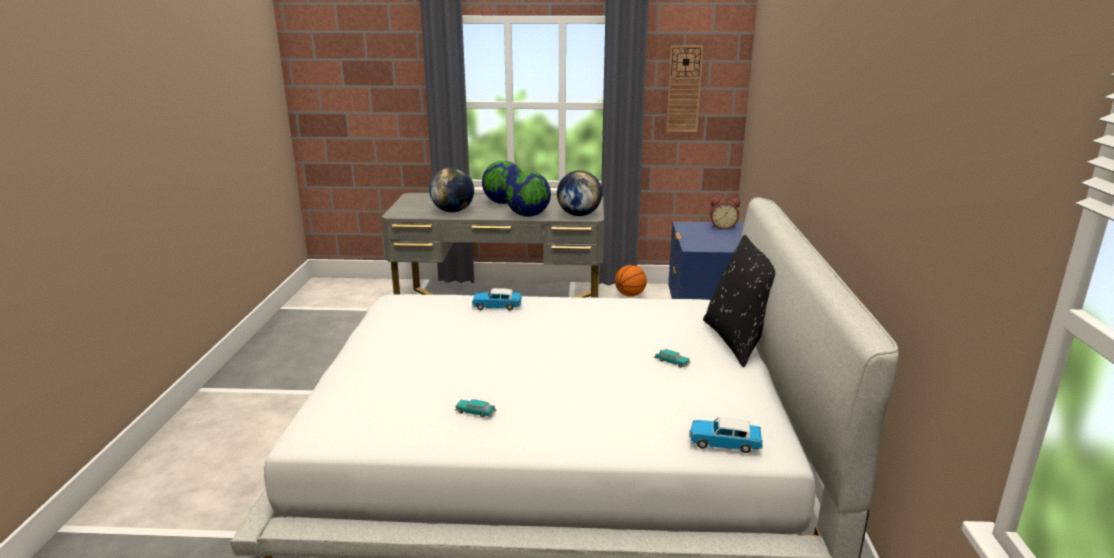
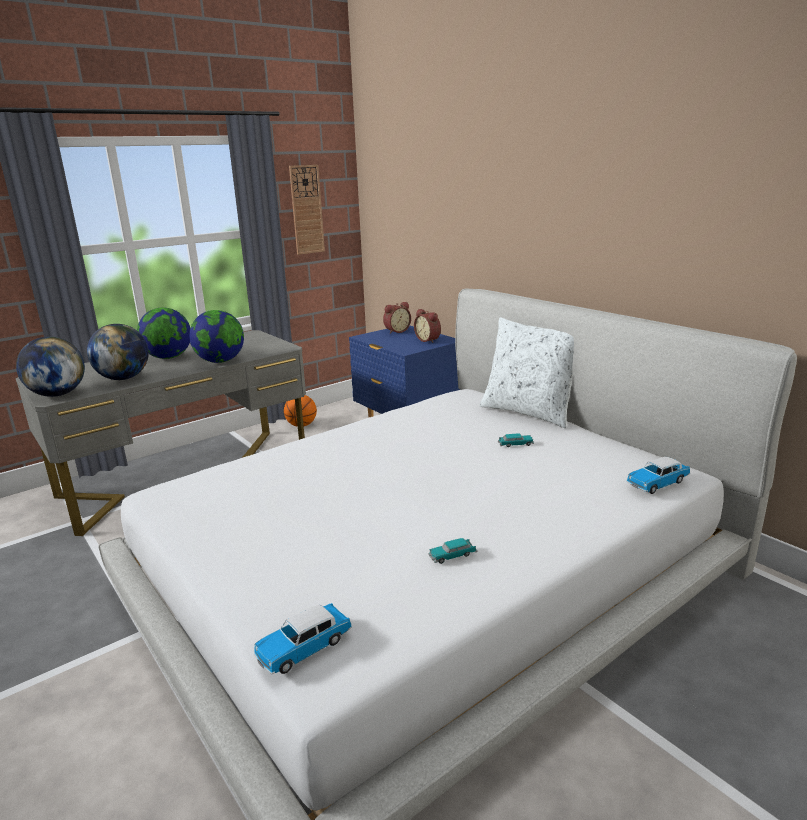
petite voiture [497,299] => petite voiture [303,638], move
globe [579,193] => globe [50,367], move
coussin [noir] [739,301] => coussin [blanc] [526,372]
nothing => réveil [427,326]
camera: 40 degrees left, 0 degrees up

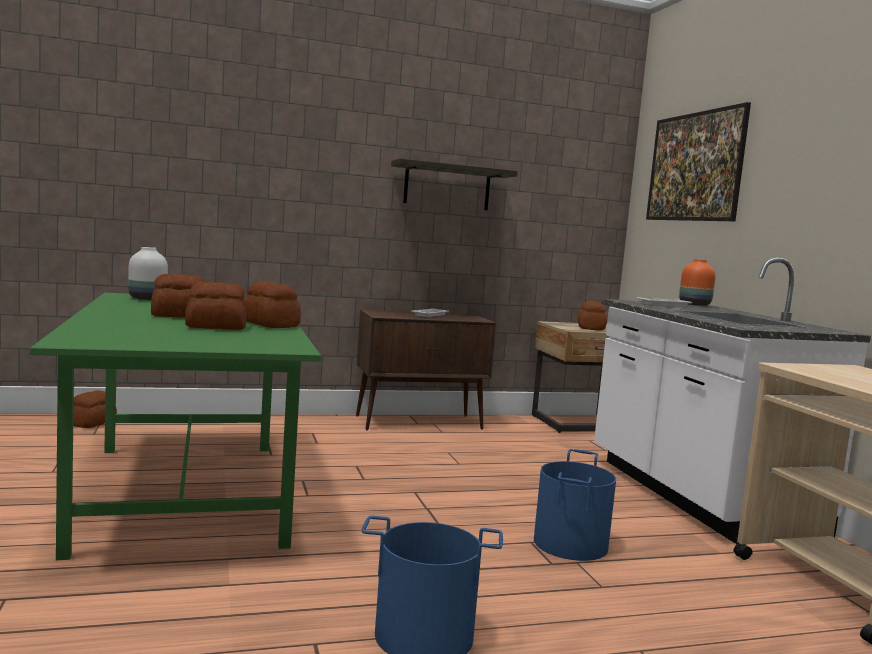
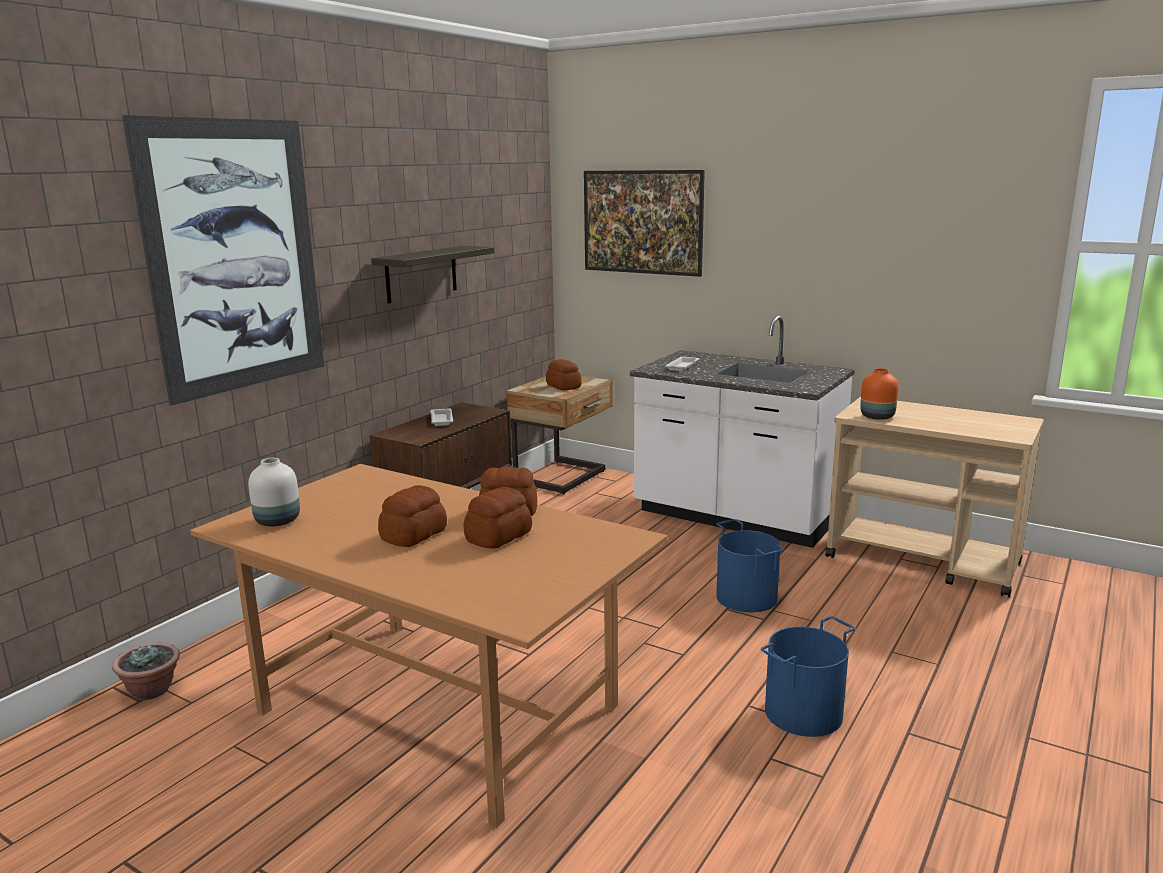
table à manger [vert] [175,426] => table à manger [marron] [428,646]
pain [95,409] => plante en pot [146,671]
vase [orange] [697,282] => vase [orange] [879,394], move
nothing => tableau [223,260]
camera: 40 degrees left, 10 degrees up

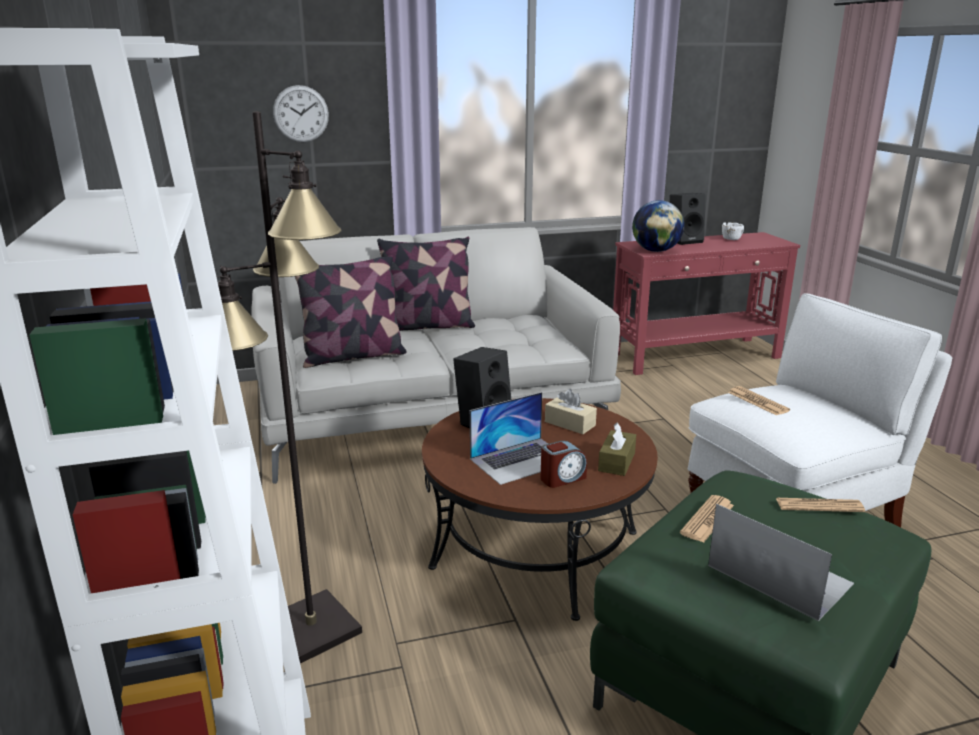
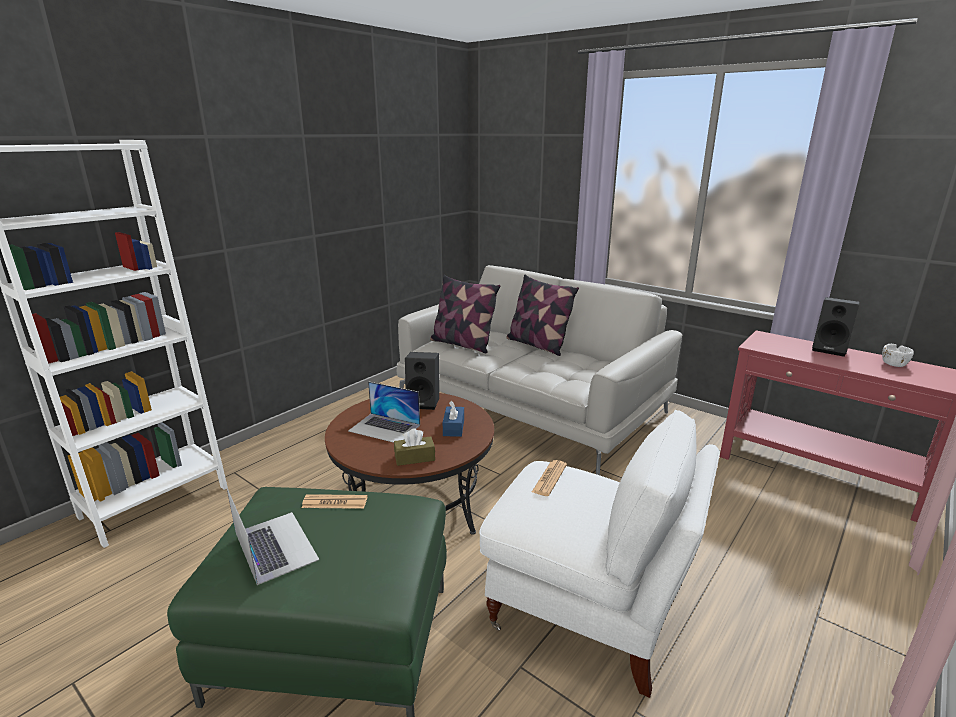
lampadaire [noir] [289,387] => nothing
horloge murale [301,113] => nothing
réveil [563,464] => nothing
boîte à mouchoirs [beige] [571,411] => boîte à mouchoirs [bleu] [453,419]
globe [658,226] => nothing
ordinateur portable [781,562] => ordinateur portable [273,536], 45 degrees counterclockwise
journal [820,505] => nothing
camera: 55 degrees right, 0 degrees up

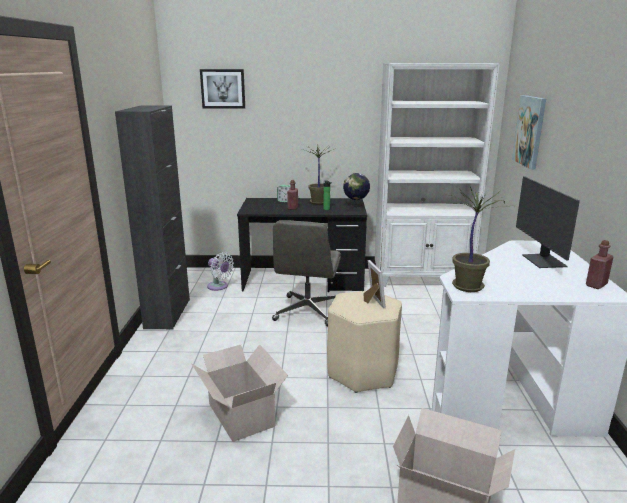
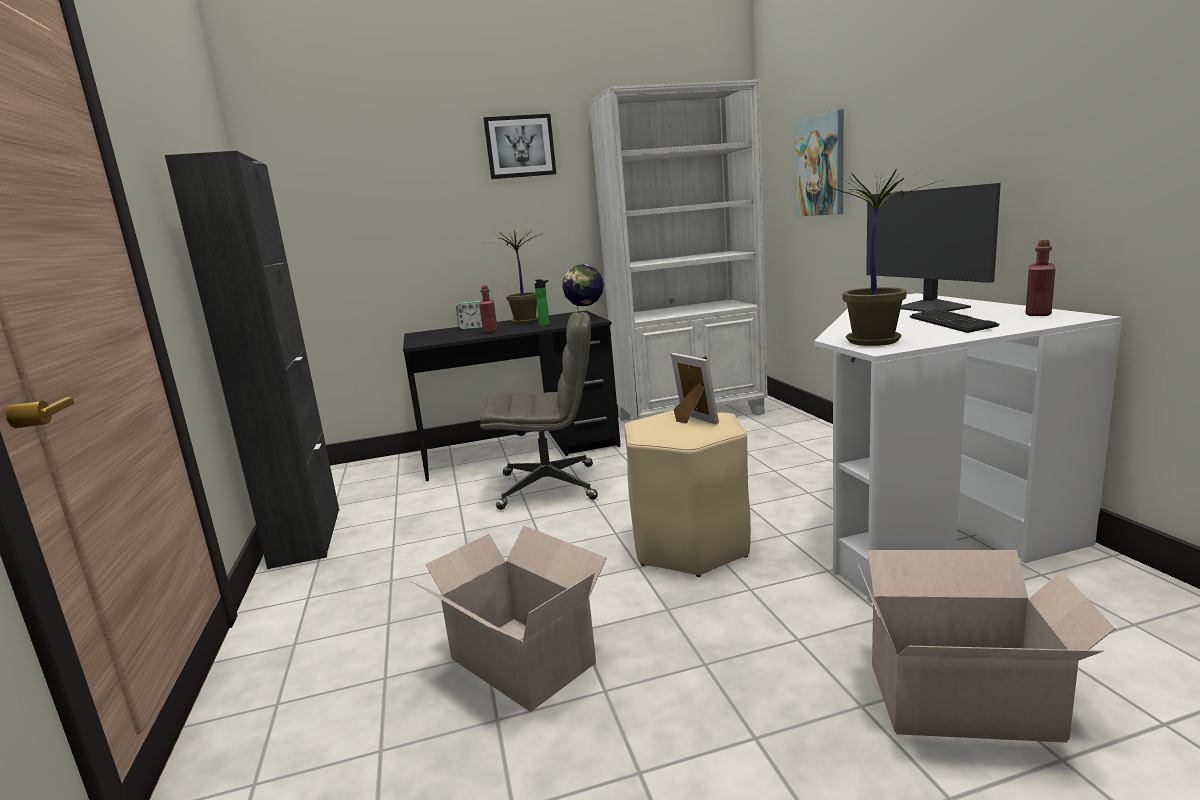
tableau [222,89] => tableau [519,146], move
ventilateur [blanc] [220,271] => nothing
chaise de bureau [gris] [306,273] => chaise de bureau [gris] [539,411], 90 degrees counterclockwise
nothing => clavier [954,321]
camera: 15 degrees left, 5 degrees down

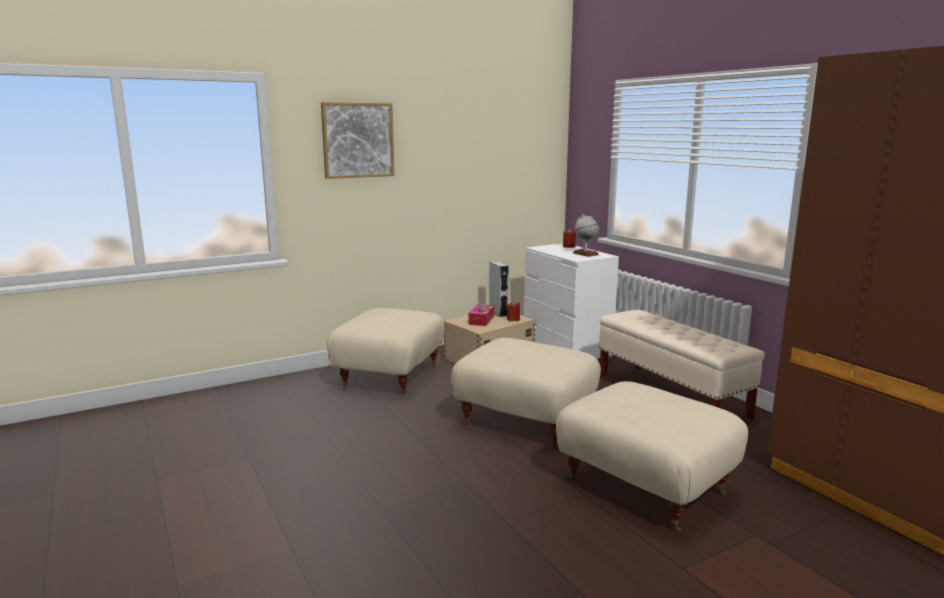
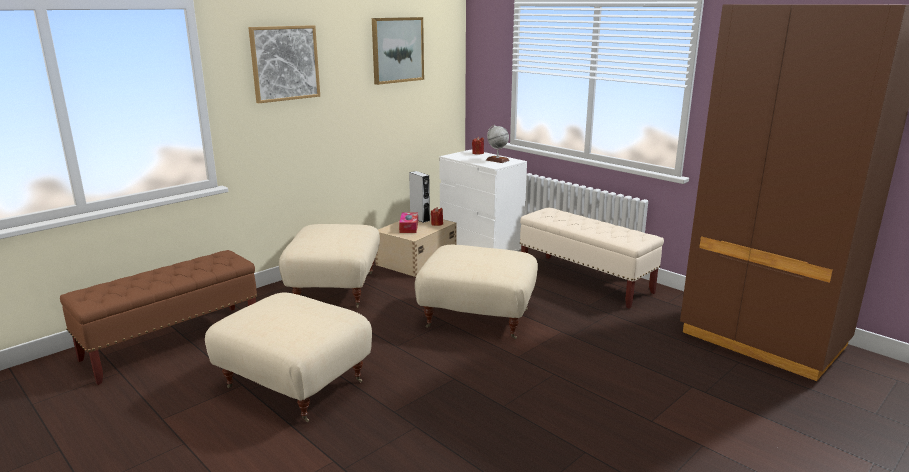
pouf [beige] [652,457] => pouf [beige] [288,357], move
nothing => banc [marron] [158,317]
nothing => tableau [398,51]
camera: 15 degrees left, 5 degrees up

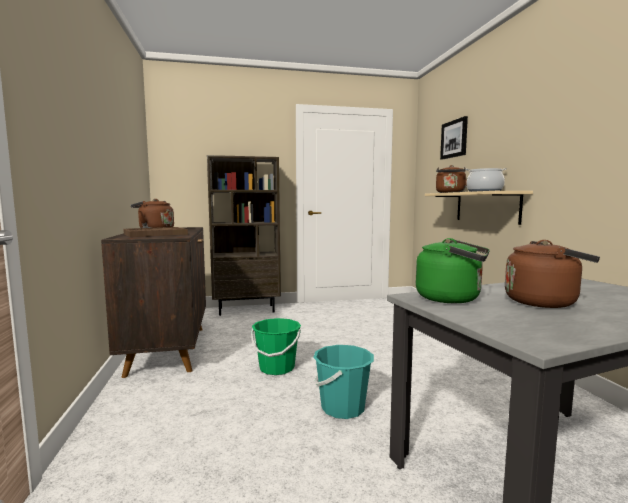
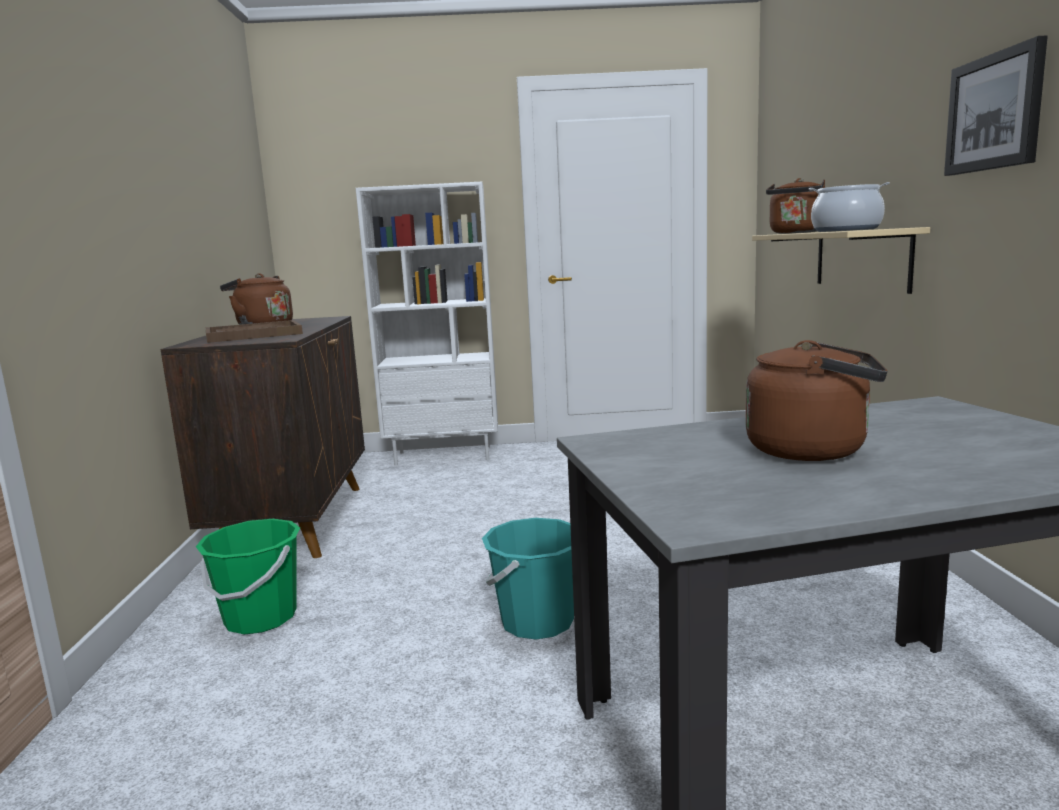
bibliothèque [marron] [244,235] => bibliothèque [blanc] [427,324]
seau [vert] [276,346] => seau [vert] [248,576], move
bouilloire [vert] [453,270] => nothing
tableau [454,138] => tableau [996,105], move
camera: 10 degrees right, 5 degrees up

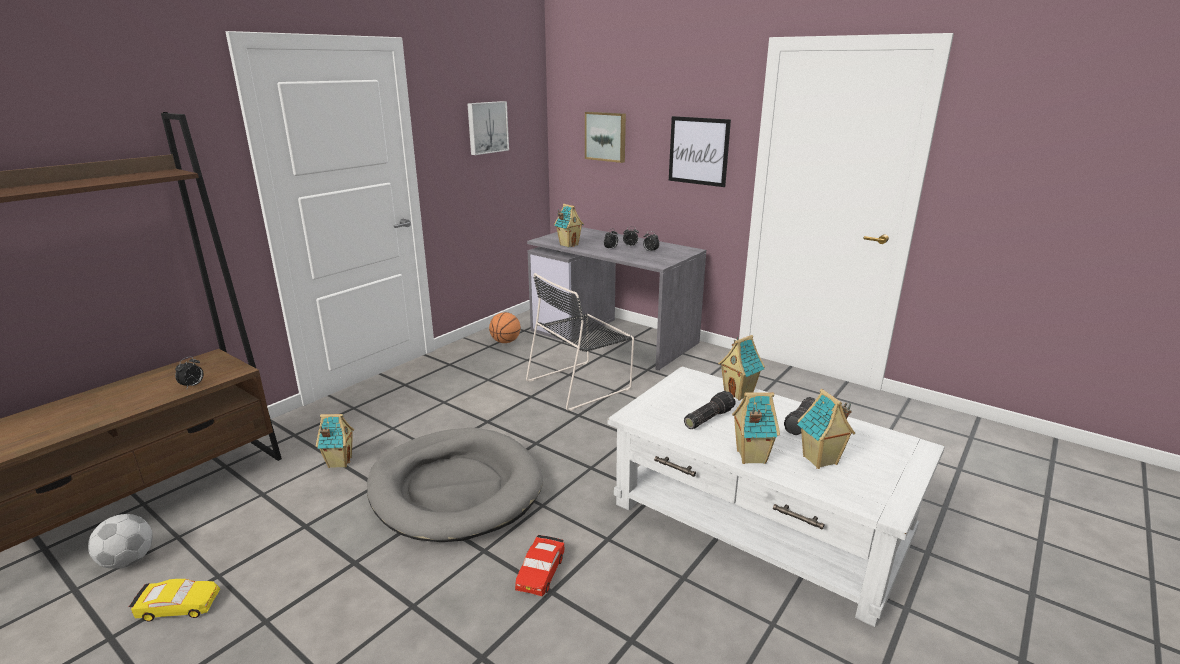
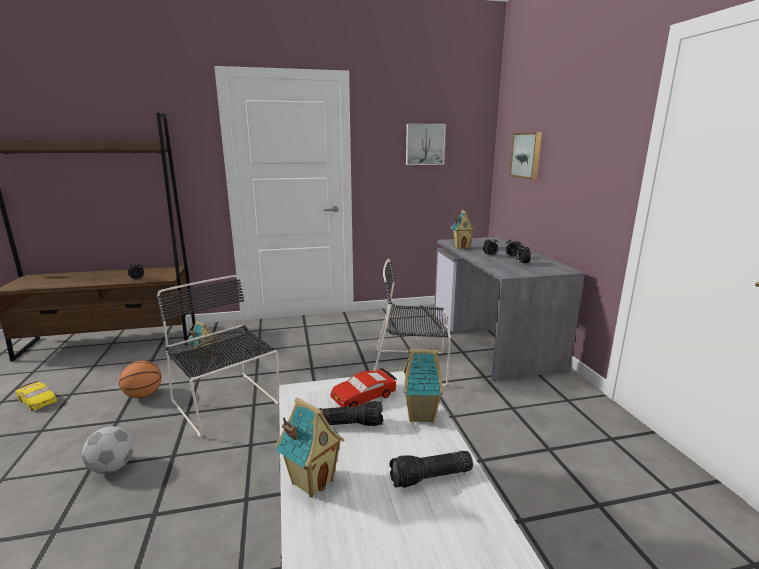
ballon de foot [120,541] => ballon de foot [108,450], move
panier pour chien [gris] [455,485] => chaise [noir] [218,356]
ballon de basket [505,327] => ballon de basket [140,379], move
petite voiture [rouge] [539,565] => petite voiture [rouge] [363,387], move
tableau [700,151] => nothing
maison miniature [826,429] => nothing
camera: 40 degrees right, 5 degrees down

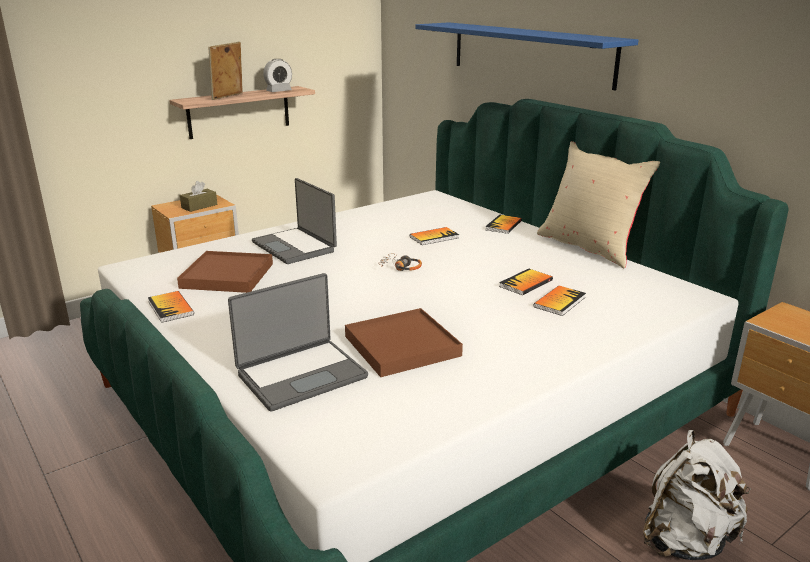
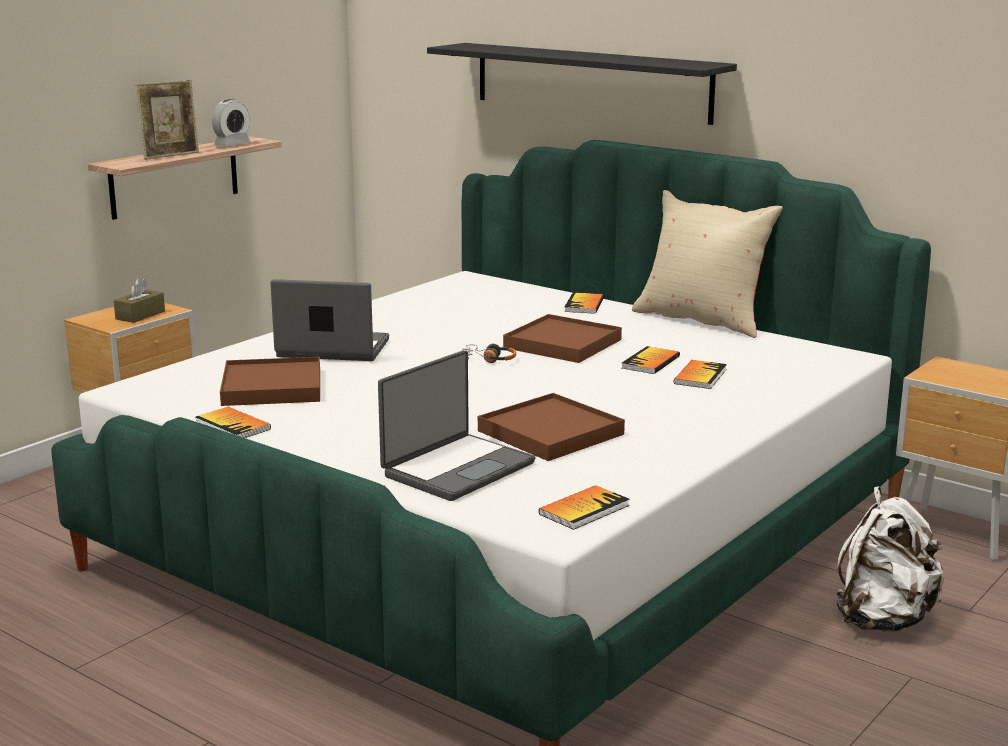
cadre photo [225,71] => cadre photo [167,120], 150 degrees counterclockwise
ordinateur portable [294,221] => ordinateur portable [329,320], 150 degrees clockwise
livre [434,236] => livre [584,507], move
étagère [bleu] [527,56] => étagère [noir] [582,84]
nothing => plateau [marron] [562,338]
camera: 15 degrees left, 5 degrees down

